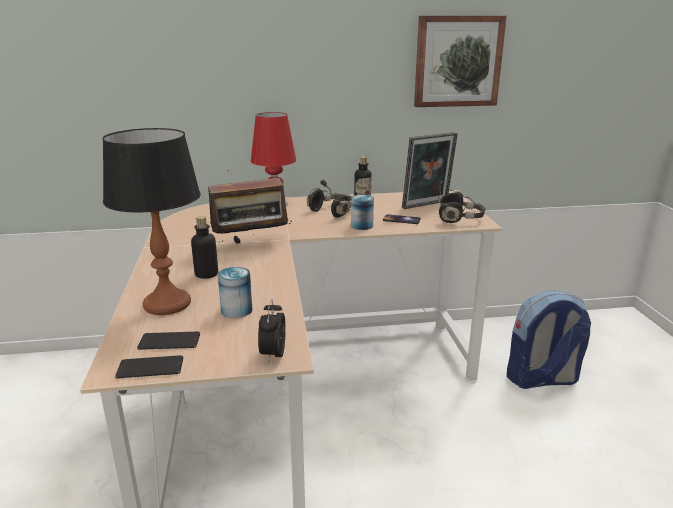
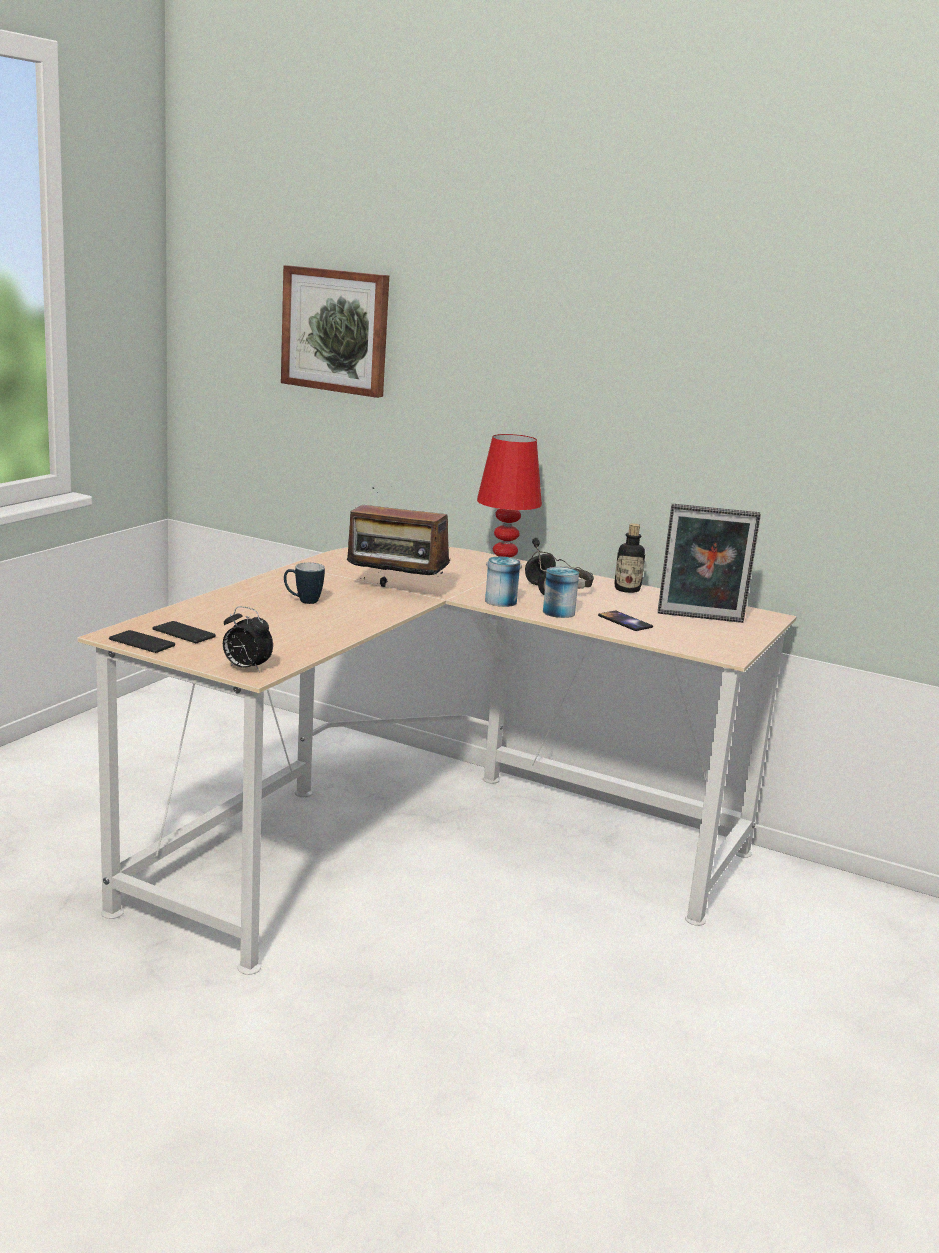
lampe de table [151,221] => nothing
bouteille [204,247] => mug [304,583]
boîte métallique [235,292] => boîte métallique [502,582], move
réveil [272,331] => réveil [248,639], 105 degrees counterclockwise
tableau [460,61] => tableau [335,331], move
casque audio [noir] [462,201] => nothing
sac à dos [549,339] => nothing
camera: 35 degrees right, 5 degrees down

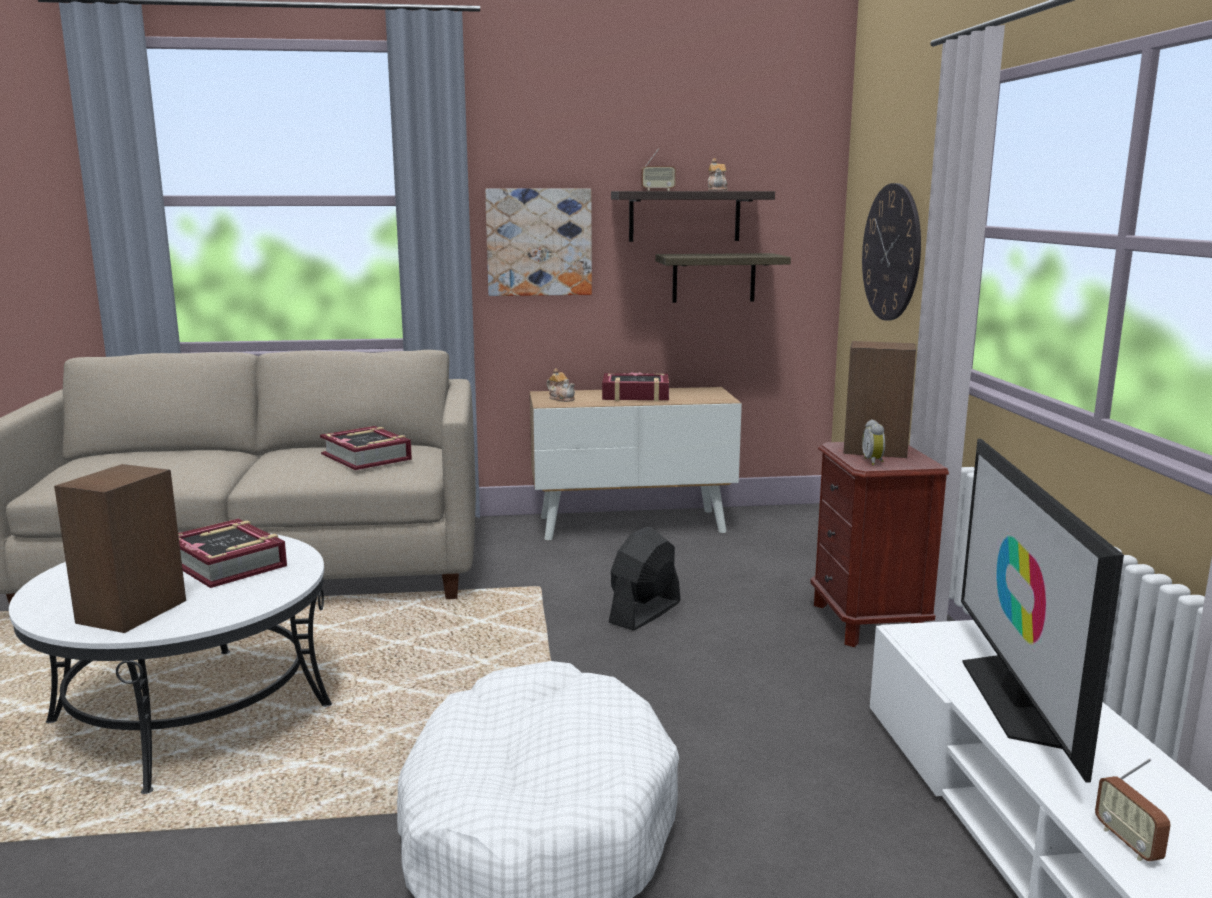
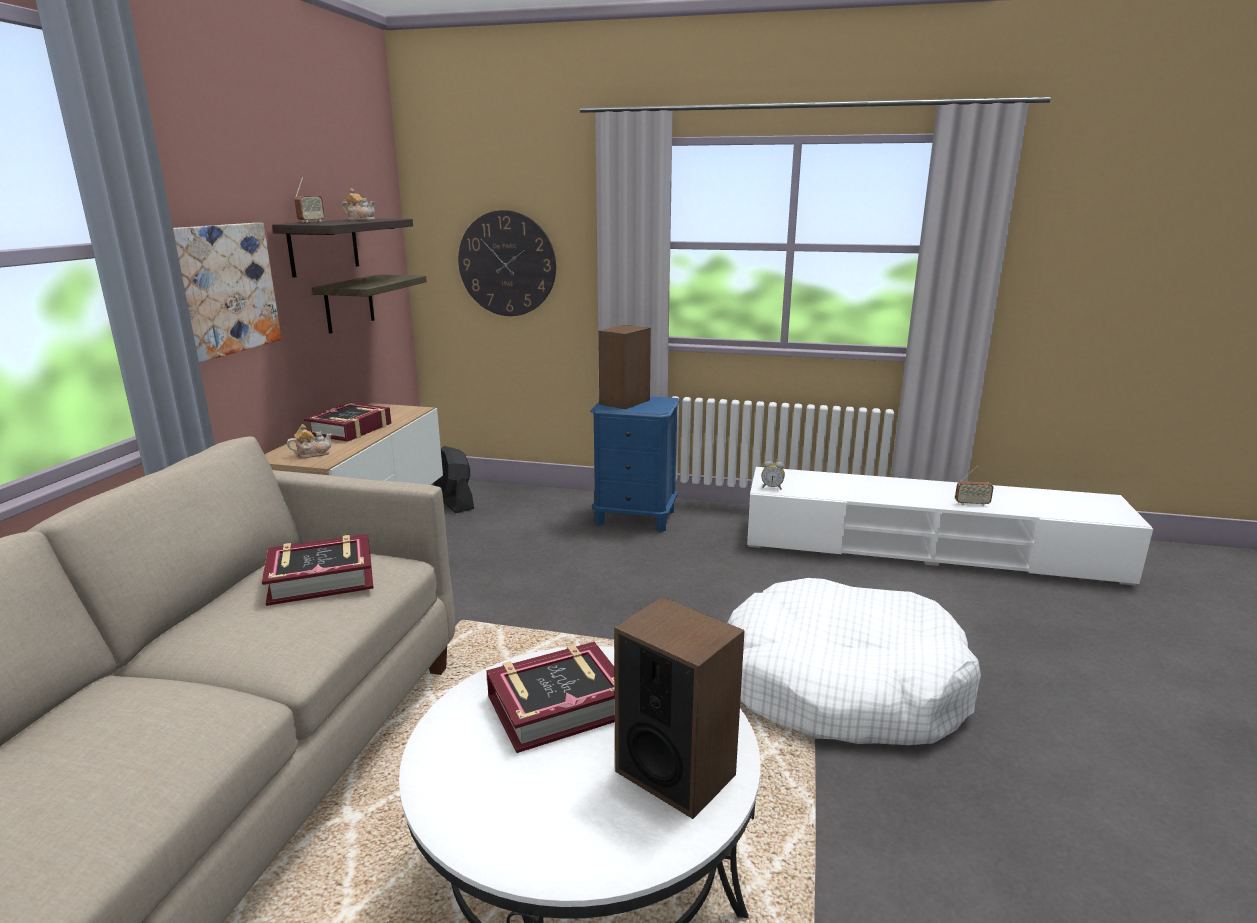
ventilateur [noir] [644,579] => ventilateur [noir] [453,479], move
table de chevet [marron] [879,544] => table de chevet [bleu] [635,464]
réveil [873,443] => réveil [773,475], move
téléviseur [1042,611] => nothing
camera: 70 degrees left, 5 degrees up

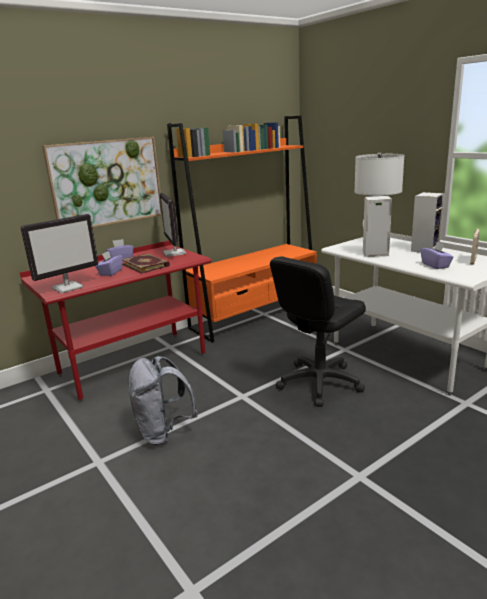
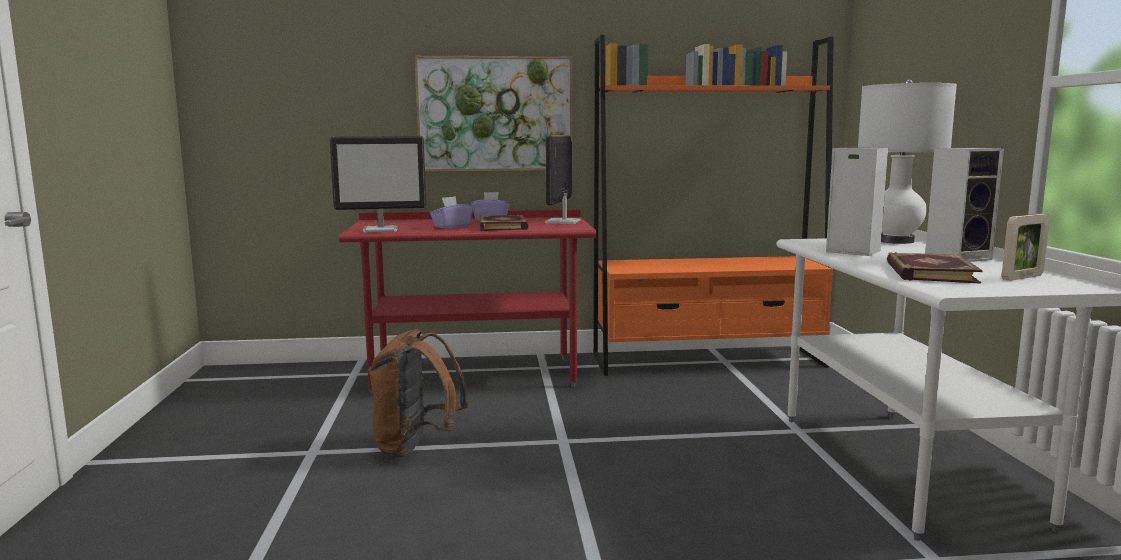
sac à dos [gris] [163,400] => sac à dos [marron] [418,393]
chaise de bureau [noir] [318,331] => nothing
boîte à mouchoirs [violet] [437,255] => livre [935,268]
camera: 30 degrees right, 10 degrees down

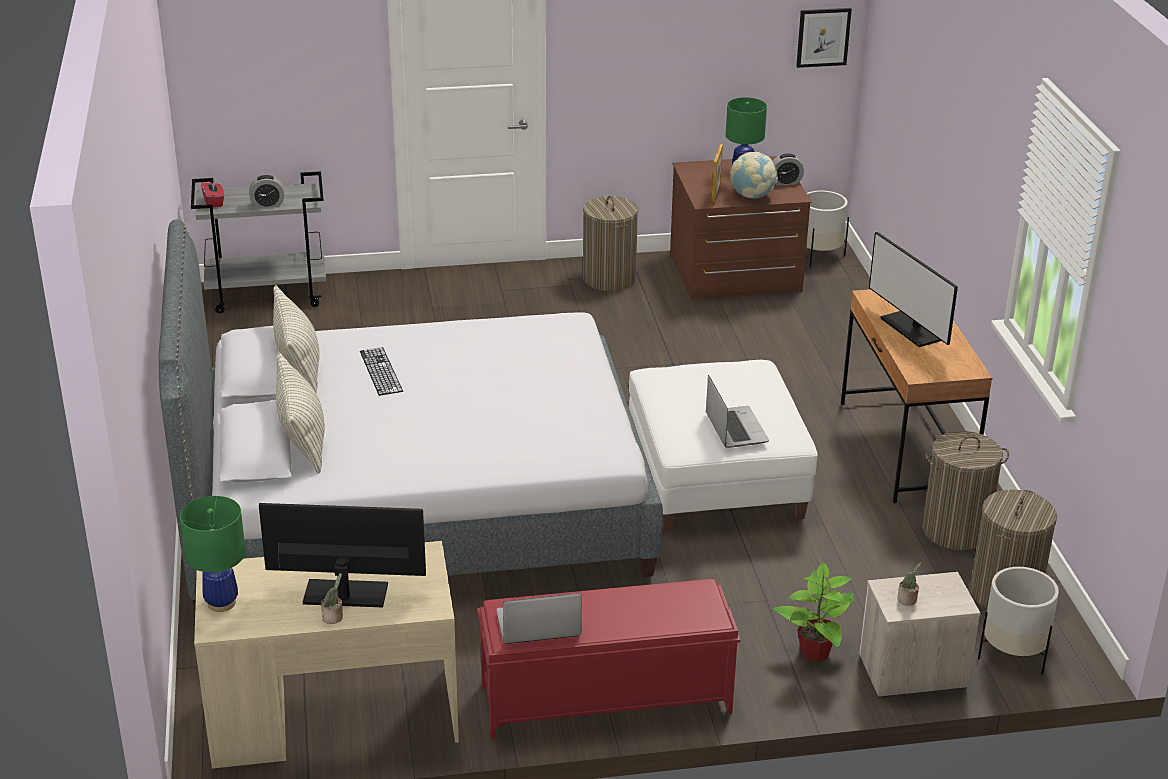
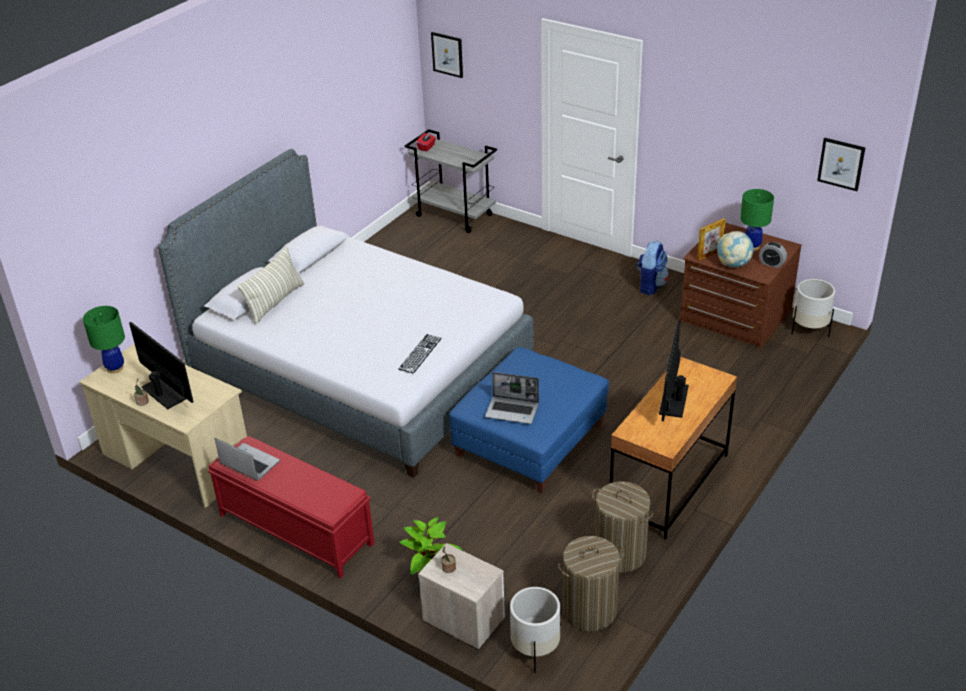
réveil [266,191] => nothing
coussin [296,339] => nothing
clavier [381,371] => clavier [420,354], move
panier à linge [610,243] => sac à dos [652,268]
pouf [blanc] [723,446] => pouf [bleu] [529,420]
ordinateur portable [737,411] => ordinateur portable [512,398], 75 degrees clockwise
nothing => tableau [447,55]
camera: 45 degrees right, 5 degrees up

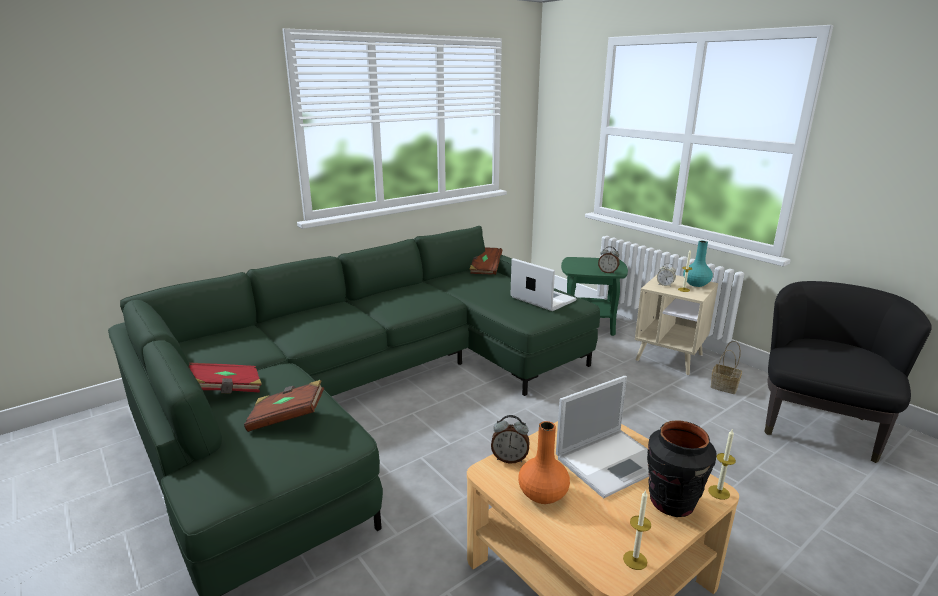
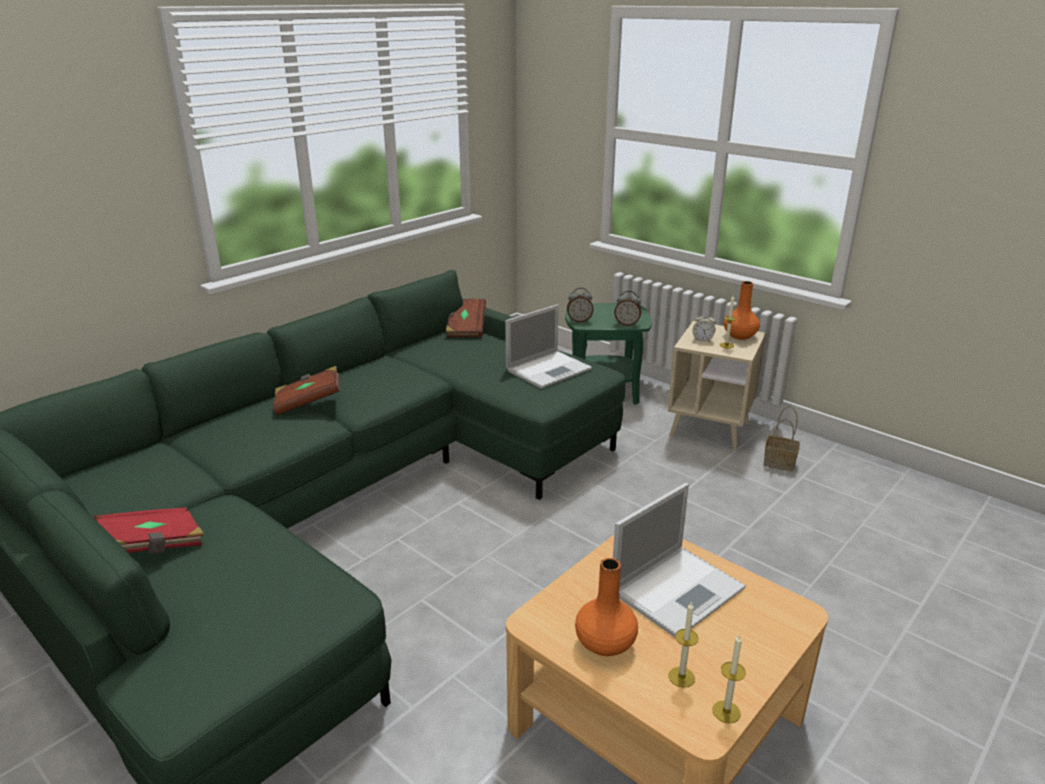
livre [marron] [284,406] => livre [marron] [306,390], move
réveil [510,439] => réveil [580,304], move
ordinateur portable [543,284] => ordinateur portable [548,346], 105 degrees clockwise
vase [noir] [682,468] => nothing
vase [turquoise] [698,264] => vase [orange] [742,310]
bougie [722,465] => bougie [683,644], move
fauteuil [noir] [848,372] => nothing
camera: 10 degrees left, 5 degrees up

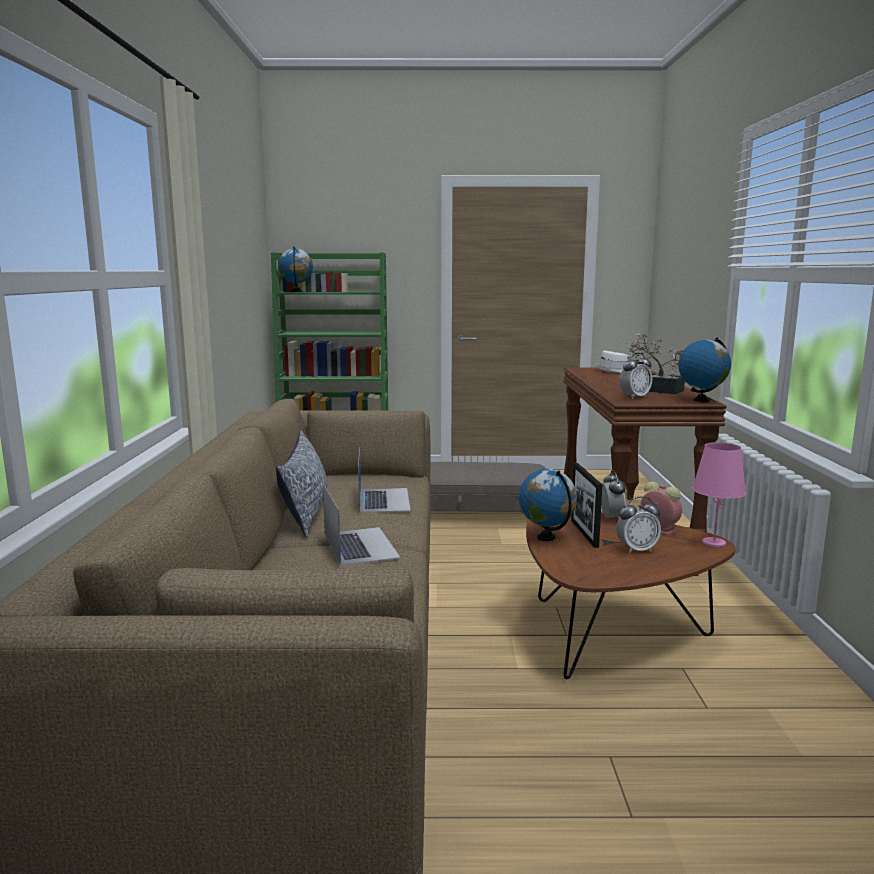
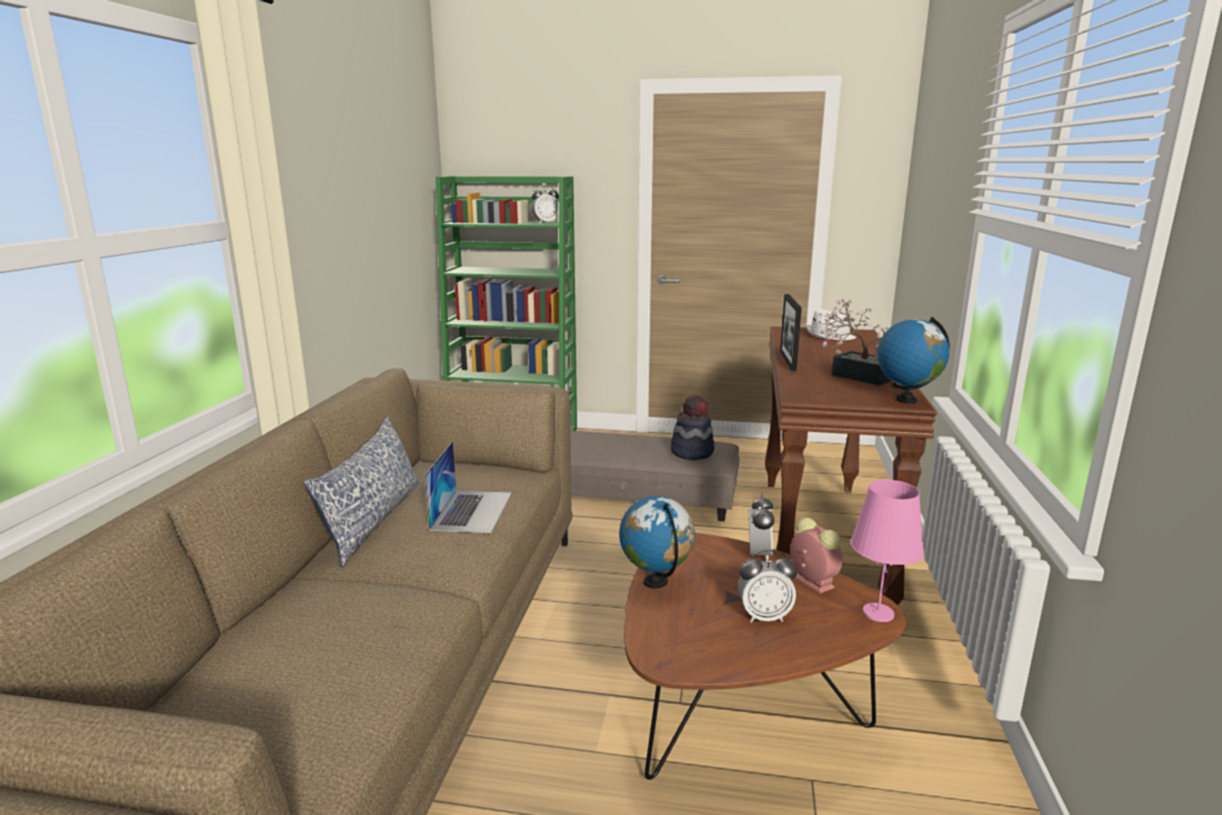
globe [295,269] => nothing
ordinateur portable [362,524] => nothing
cadre photo [586,505] => cadre photo [791,332], move
réveil [635,376] => réveil [545,204], move
nothing => chapeau [693,427]
camera: 10 degrees right, 5 degrees up

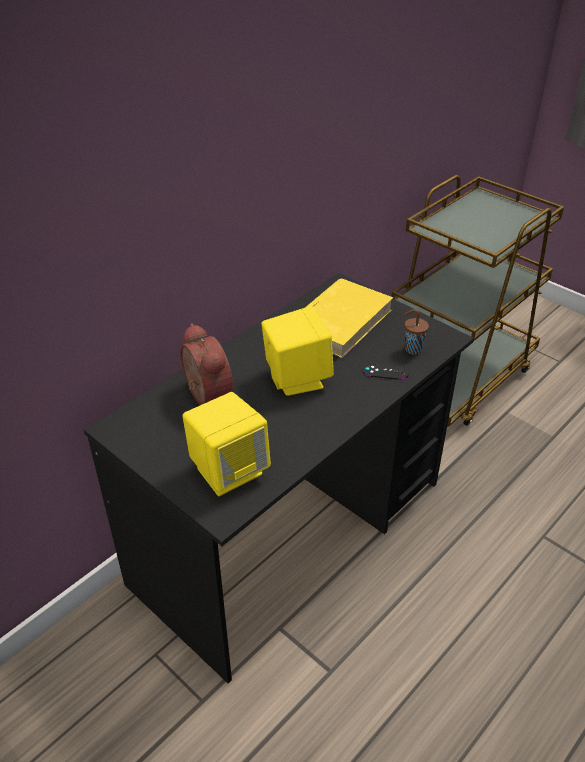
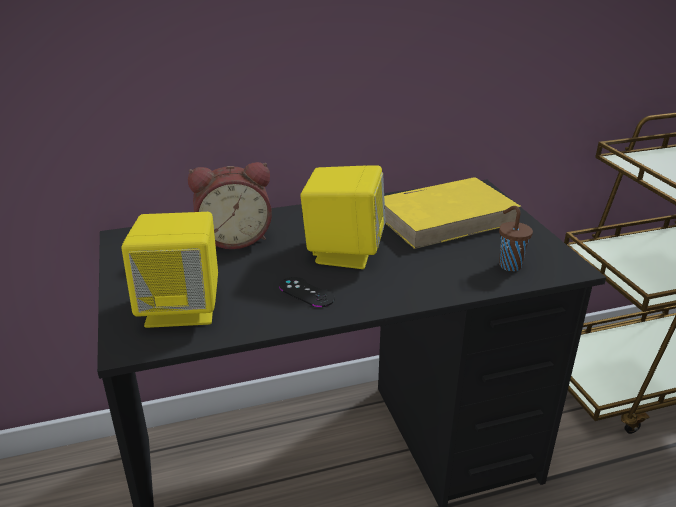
réveil [206,364] => réveil [230,205], 75 degrees clockwise
manette [noir] [385,371] => manette [noir] [307,292], move
camera: 30 degrees right, 10 degrees down

